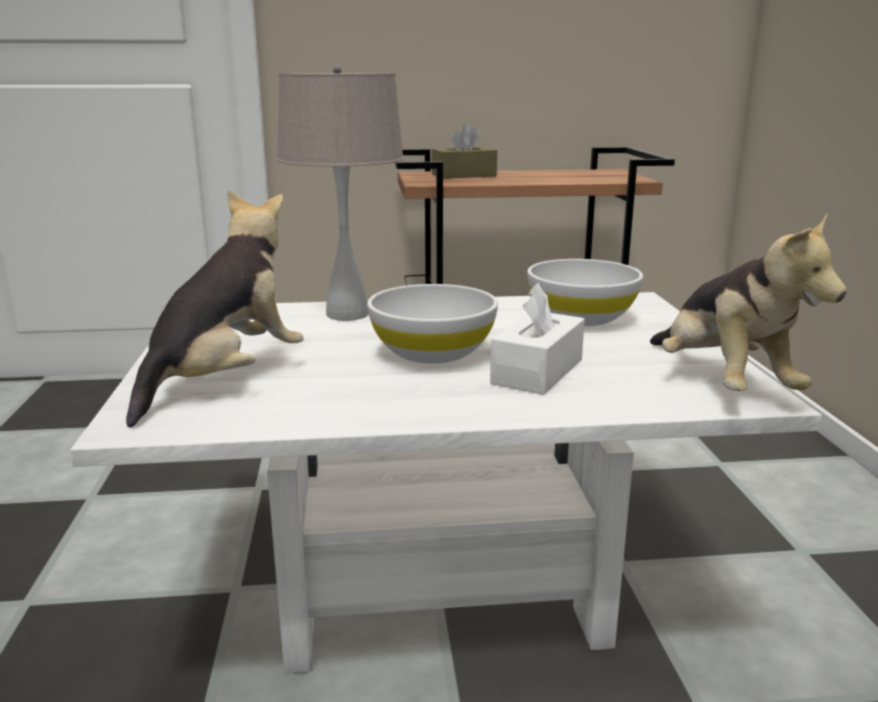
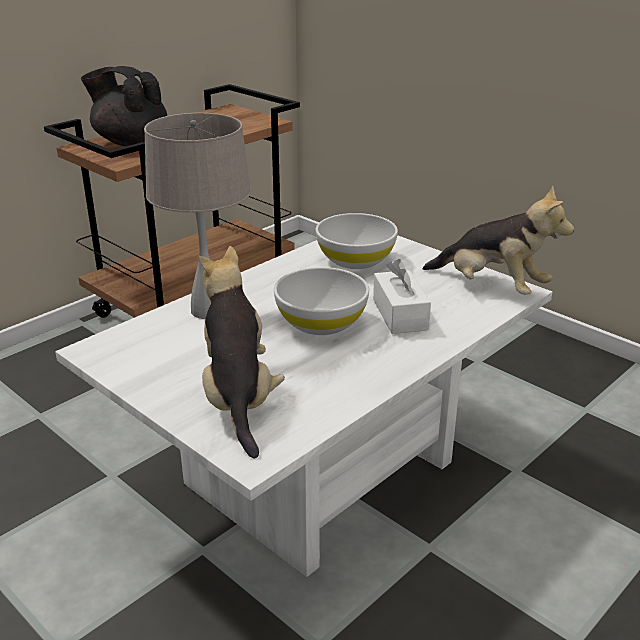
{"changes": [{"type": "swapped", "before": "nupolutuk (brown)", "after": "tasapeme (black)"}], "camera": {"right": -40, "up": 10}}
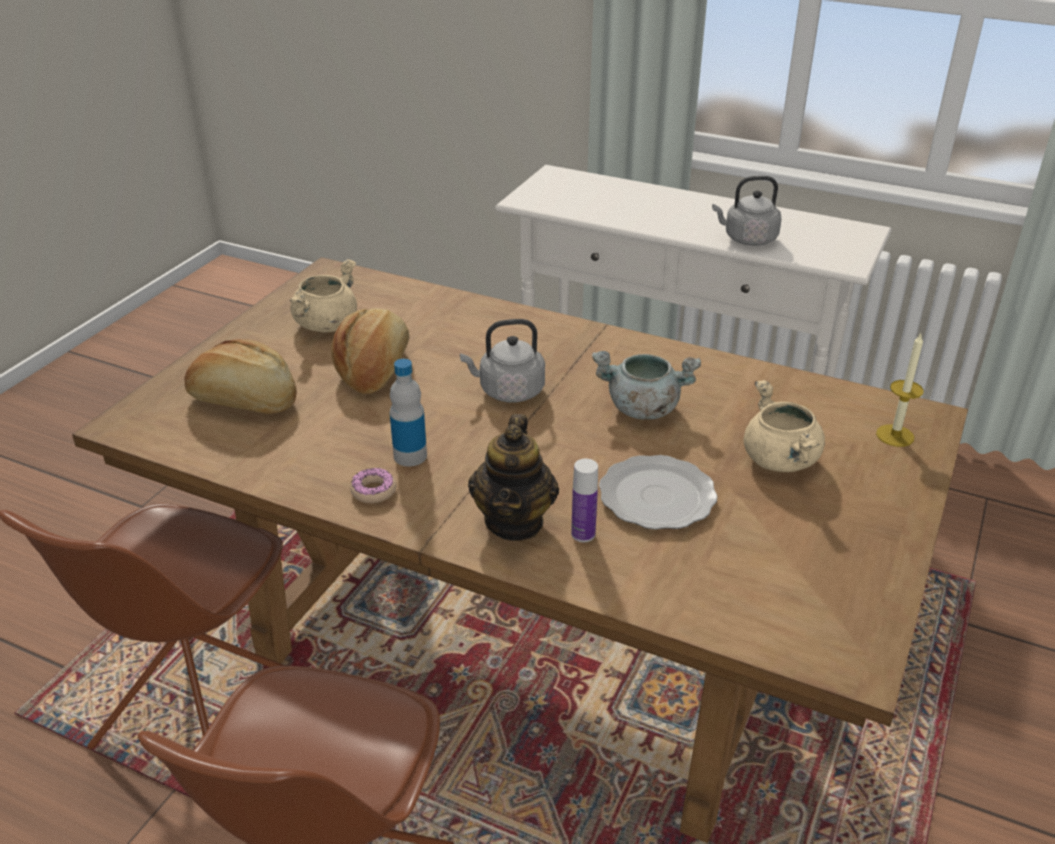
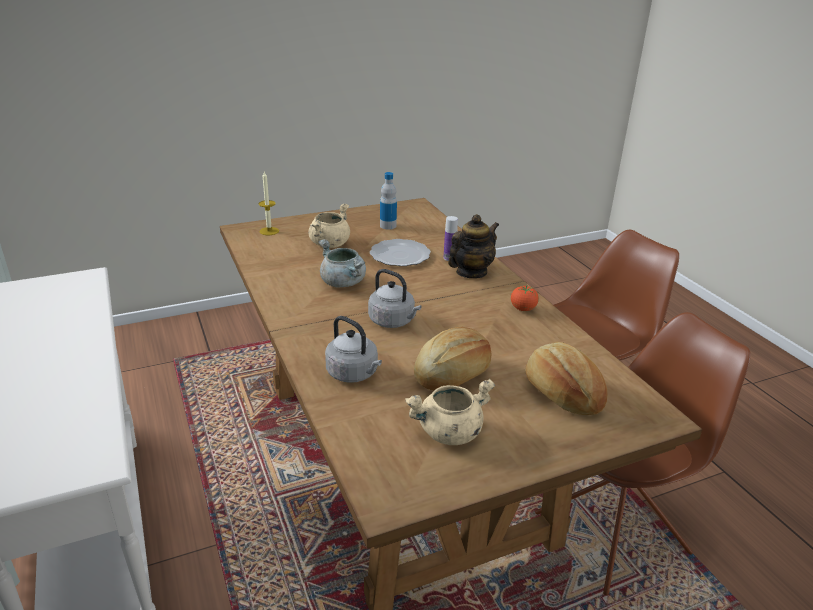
{"changes": [{"type": "shifted", "before": "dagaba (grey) (no. 2 from left in the first image)", "after": "dagaba (grey) (no. 1 from left)"}, {"type": "shifted", "before": "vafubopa (no. 1 from left)"}, {"type": "swapped", "before": "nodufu", "after": "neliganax"}], "camera": {"right": -140, "up": -5}}
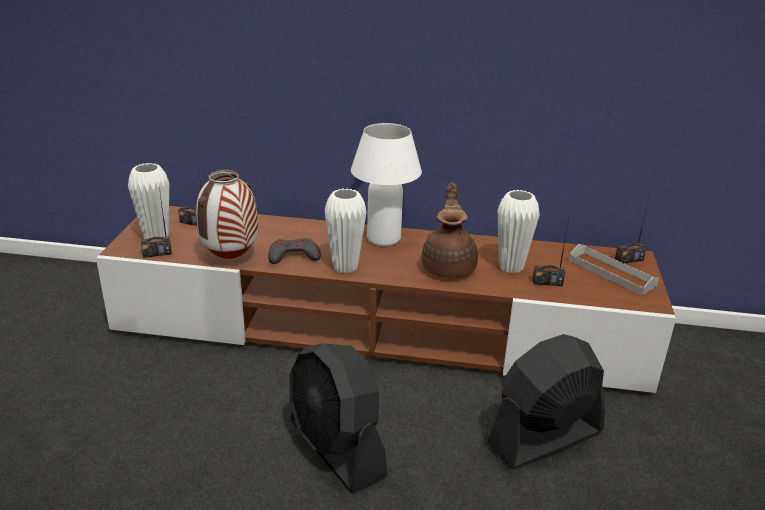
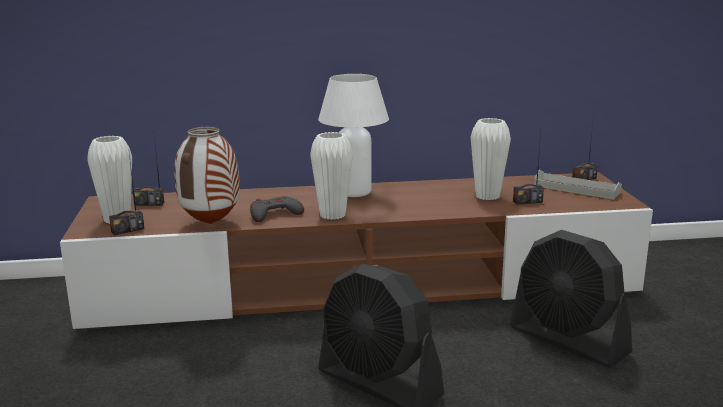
{"changes": [{"type": "rotated", "before": "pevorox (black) (no. 2 from left)", "turn": -90}, {"type": "gone", "before": "tasapeme (brown)"}], "camera": {"right": -15, "up": -10}}
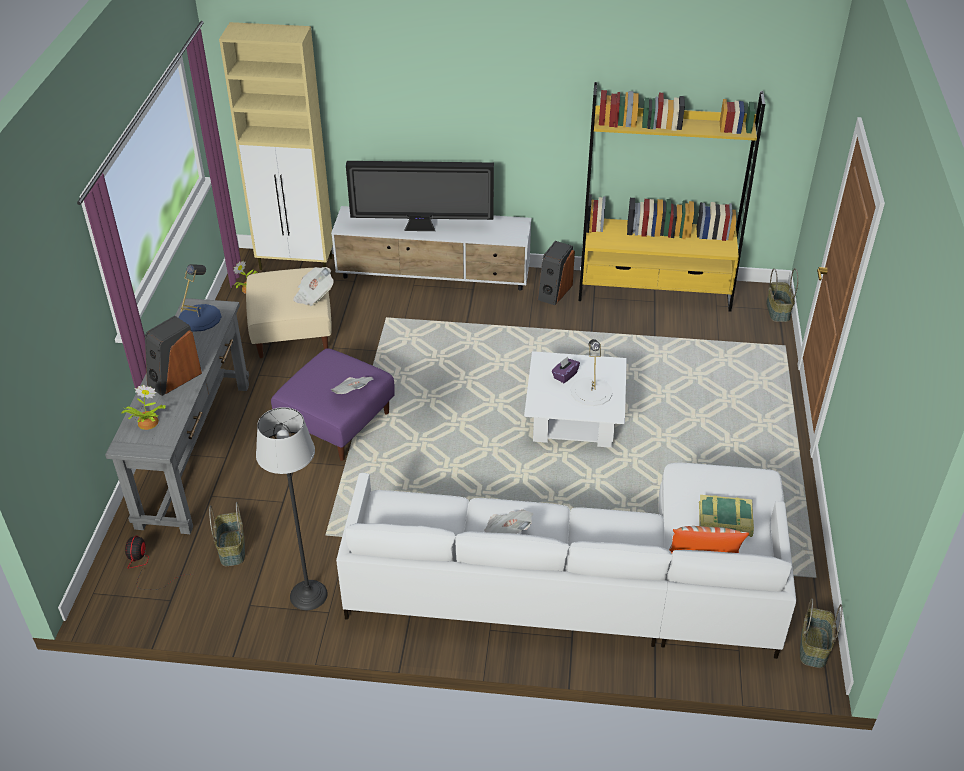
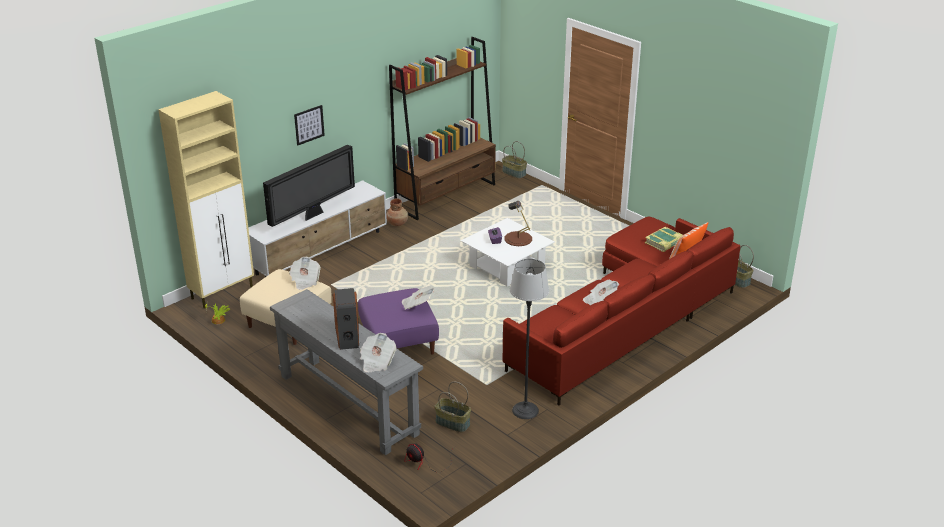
{"changes": [{"type": "new", "after": "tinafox"}, {"type": "swapped", "before": "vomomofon (no. 1 from left)", "after": "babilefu (no. 2 from left)"}, {"type": "swapped", "before": "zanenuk (no. 2 from left)", "after": "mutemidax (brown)"}, {"type": "repainted", "before": "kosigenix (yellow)", "after": "kosigenix (brown)"}, {"type": "repainted", "before": "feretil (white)", "after": "feretil (red)"}, {"type": "repainted", "before": "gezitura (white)", "after": "gezitura (brown)"}, {"type": "gone", "before": "gezitura (blue)"}], "camera": {"right": -50, "up": -10}}
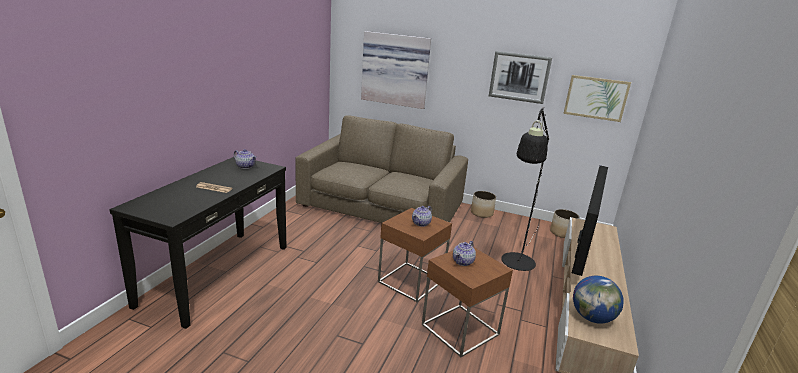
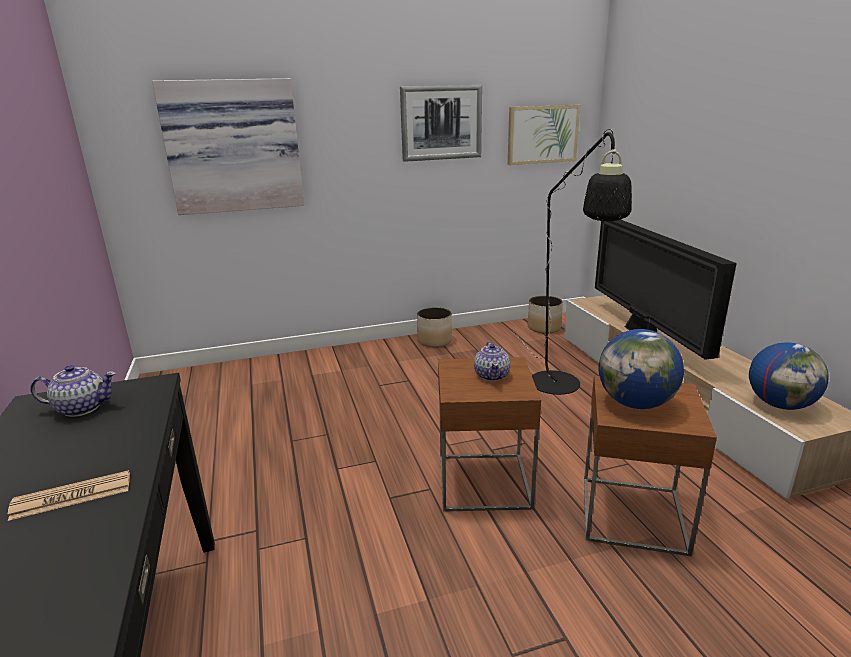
{"changes": [{"type": "swapped", "before": "tasapeme (no. 3 from left)", "after": "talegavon (no. 1 from left)"}, {"type": "gone", "before": "feretil (brown)"}], "camera": {"right": -35, "up": 0}}
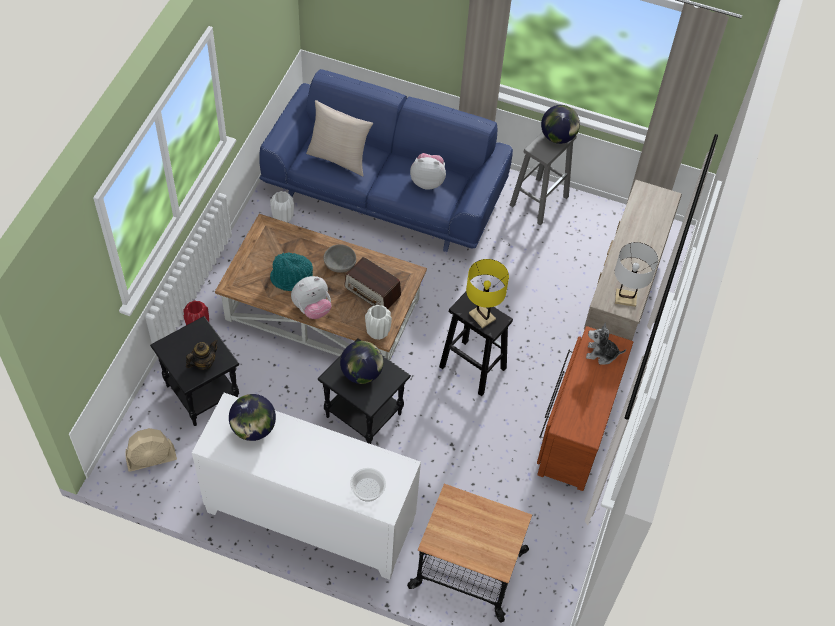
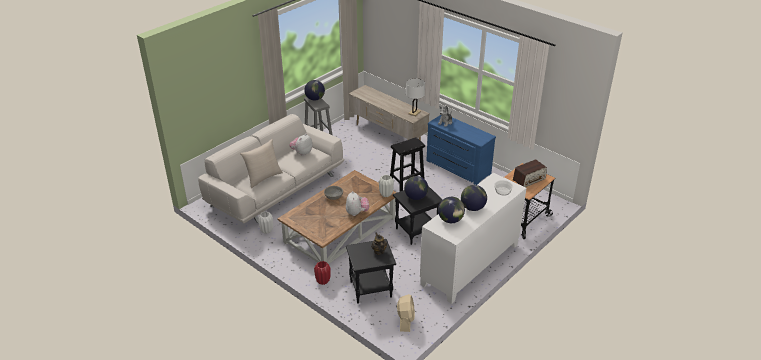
{"changes": [{"type": "repainted", "before": "feretil (blue)", "after": "feretil (white)"}, {"type": "repainted", "before": "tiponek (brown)", "after": "tiponek (blue)"}, {"type": "new", "after": "talegavon (no. 4 from left)"}, {"type": "shifted", "before": "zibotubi"}, {"type": "gone", "before": "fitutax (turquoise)"}, {"type": "gone", "before": "gezitura (yellow)"}], "camera": {"right": -65, "up": -20}}
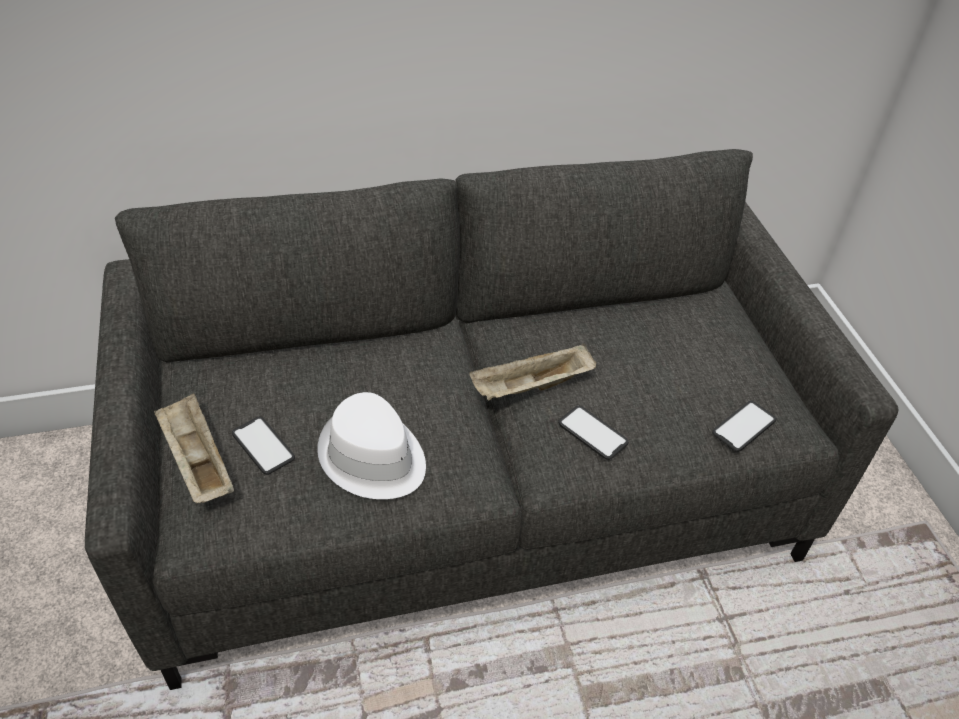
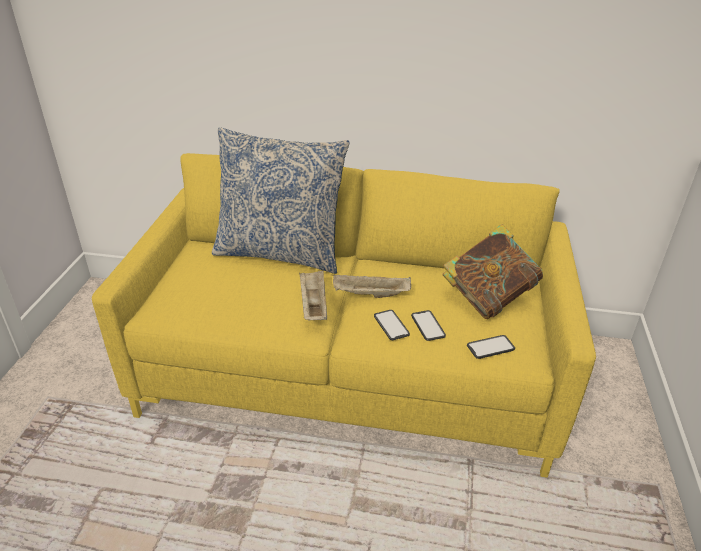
{"changes": [{"type": "repainted", "before": "feretil (grey)", "after": "feretil (yellow)"}, {"type": "new", "after": "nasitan"}, {"type": "shifted", "before": "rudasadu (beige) (no. 1 from left)"}, {"type": "shifted", "before": "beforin (no. 1 from left in the first image)", "after": "beforin (no. 2 from left)"}, {"type": "new", "after": "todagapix"}, {"type": "gone", "before": "fitutax (white)"}], "camera": {"right": 25, "up": -10}}
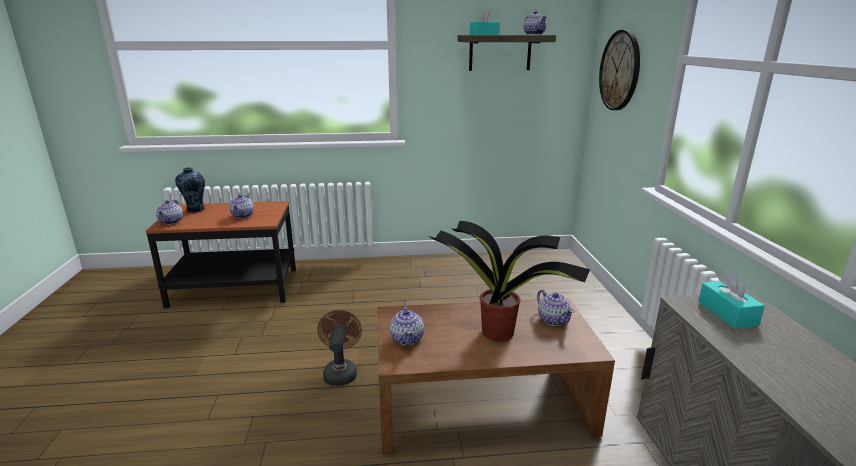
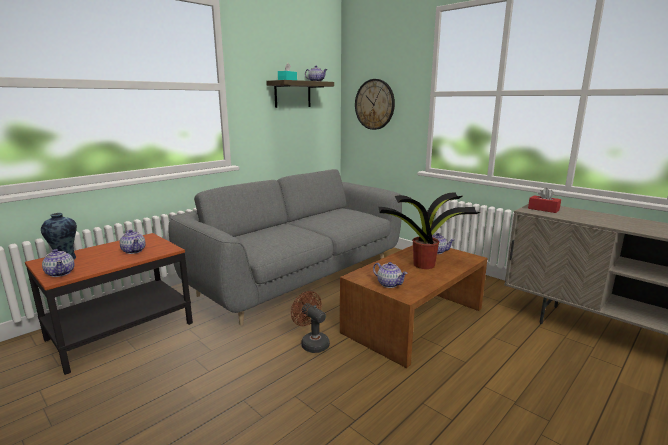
{"changes": [{"type": "new", "after": "feretil (grey)"}, {"type": "repainted", "before": "nupolutuk (turquoise) (no. 2 from left)", "after": "nupolutuk (red)"}], "camera": {"right": -40, "up": -5}}
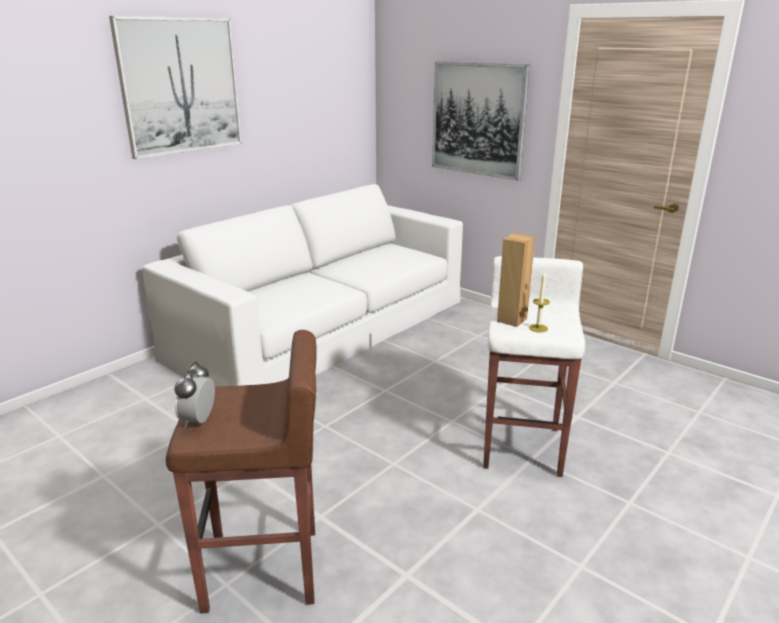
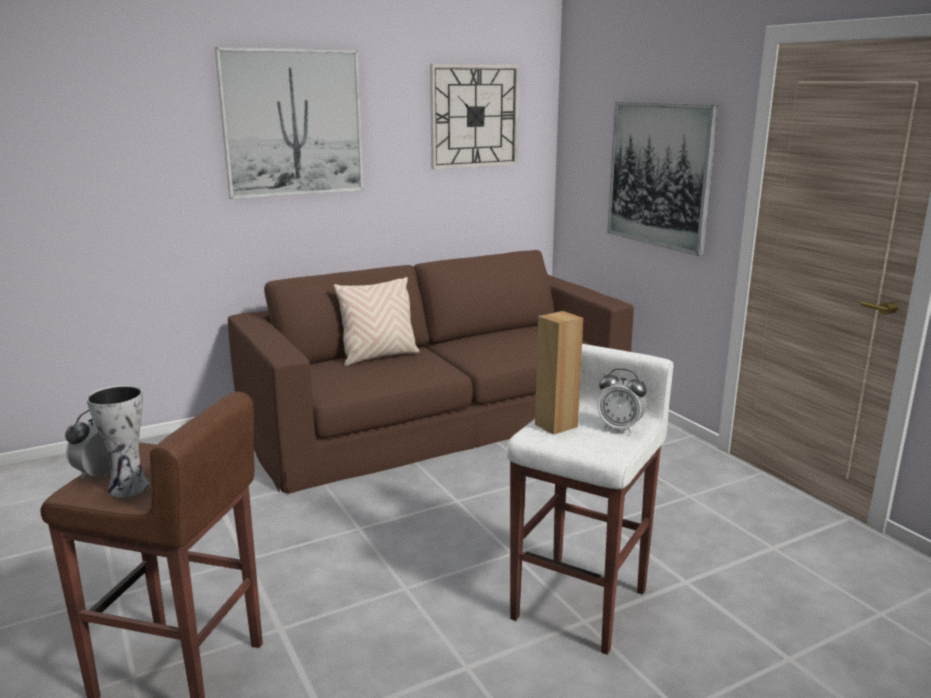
{"changes": [{"type": "new", "after": "mutemidax"}, {"type": "repainted", "before": "feretil (white)", "after": "feretil (brown)"}, {"type": "new", "after": "nasitan (beige)"}, {"type": "new", "after": "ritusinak"}, {"type": "new", "after": "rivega (no. 2 from left)"}, {"type": "gone", "before": "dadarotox"}], "camera": {"right": 20, "up": -5}}
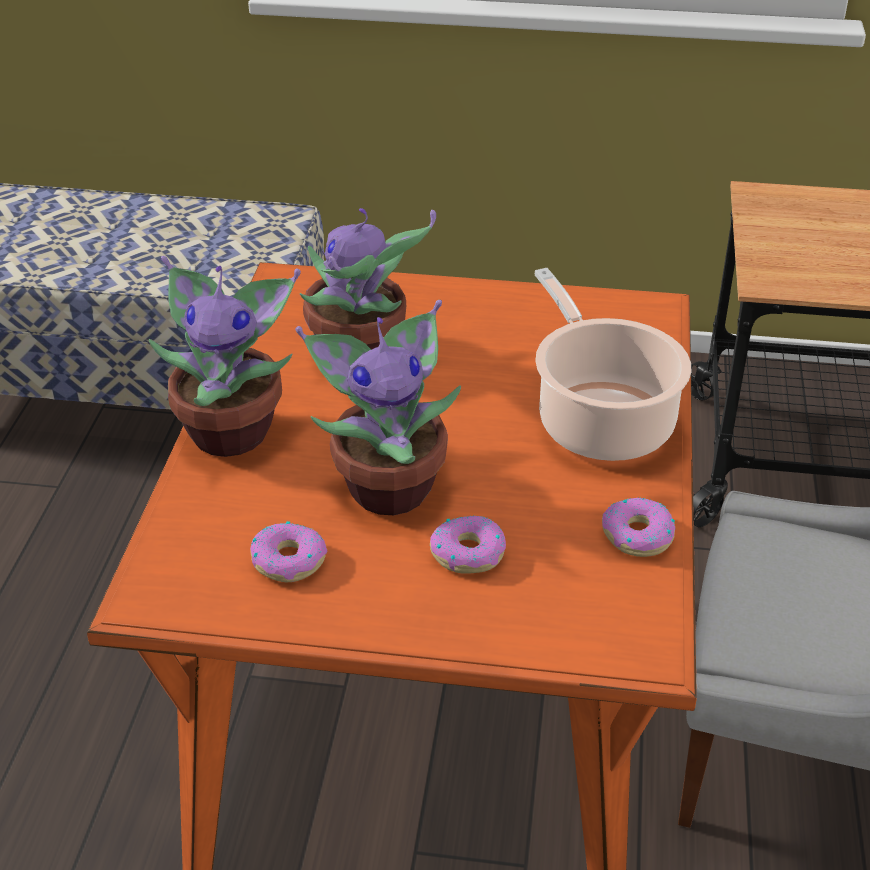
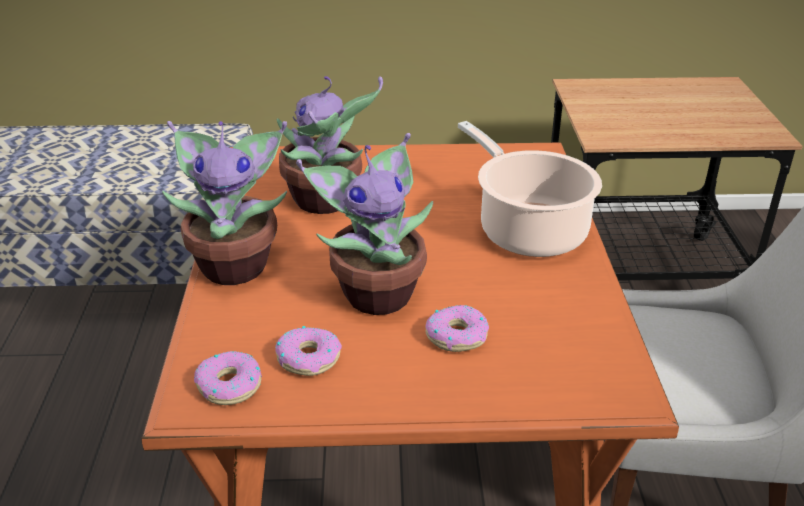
{"changes": [{"type": "shifted", "before": "nodufu (no. 3 from left in the first image)", "after": "nodufu (no. 1 from left)"}], "camera": {"right": -10, "up": -5}}
